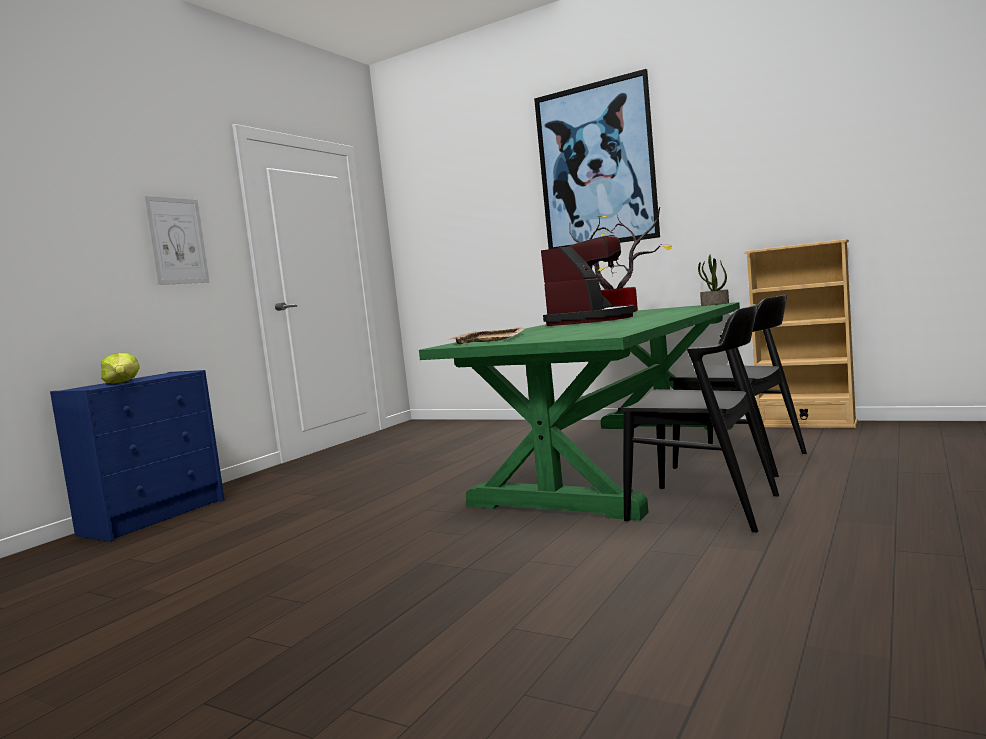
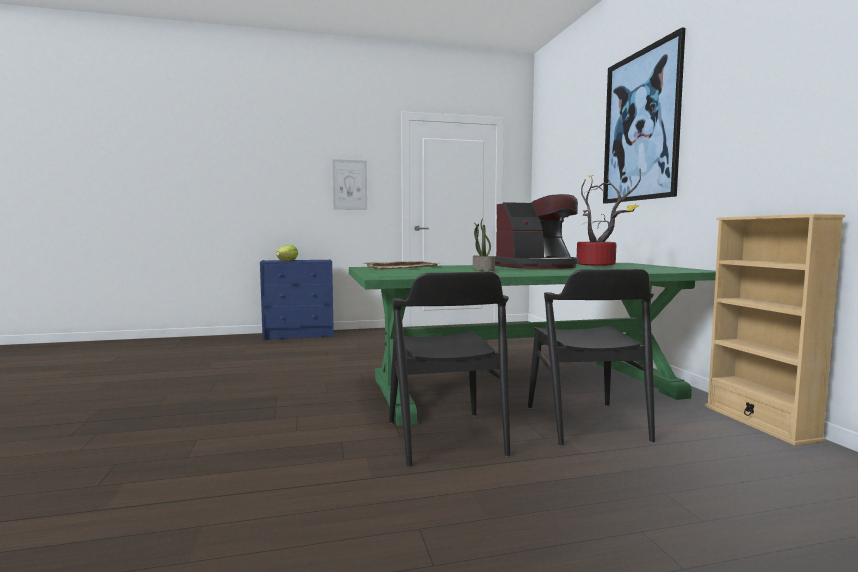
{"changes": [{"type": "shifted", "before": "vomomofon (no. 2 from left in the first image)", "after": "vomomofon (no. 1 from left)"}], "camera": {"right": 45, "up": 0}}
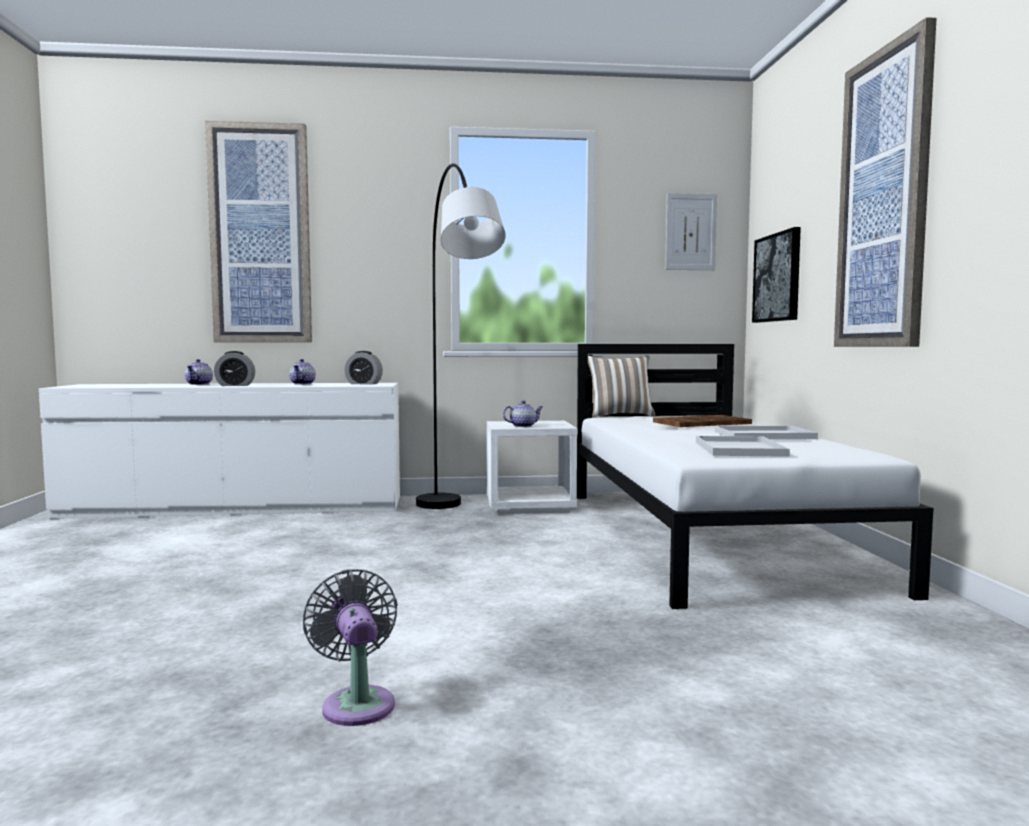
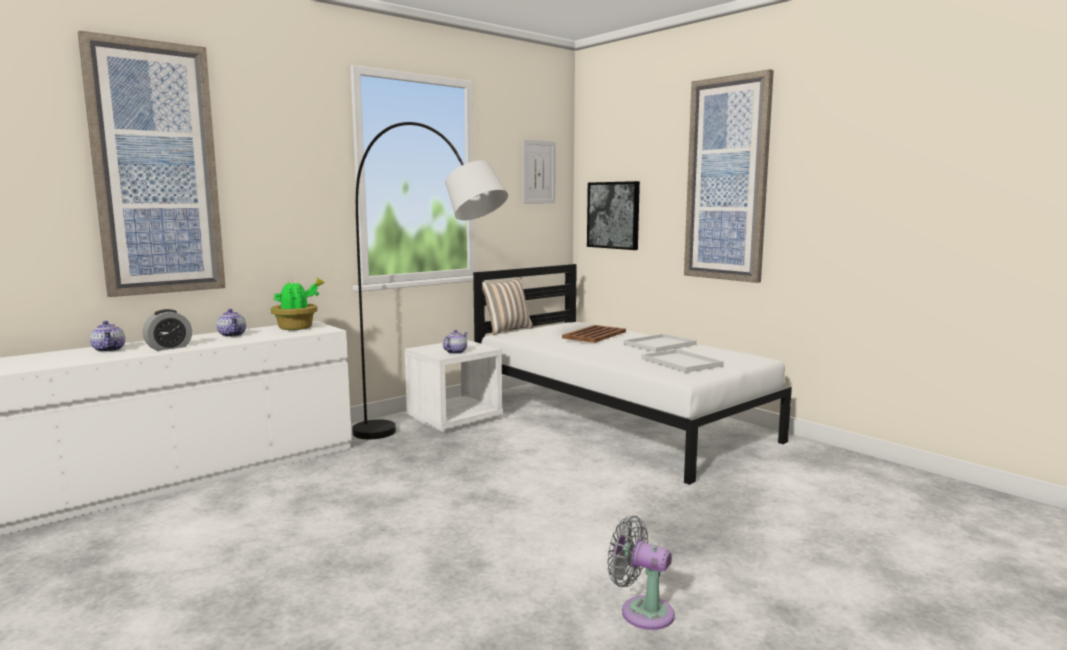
{"changes": [{"type": "swapped", "before": "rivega (no. 2 from left)", "after": "vomomofon"}], "camera": {"right": -35, "up": 5}}
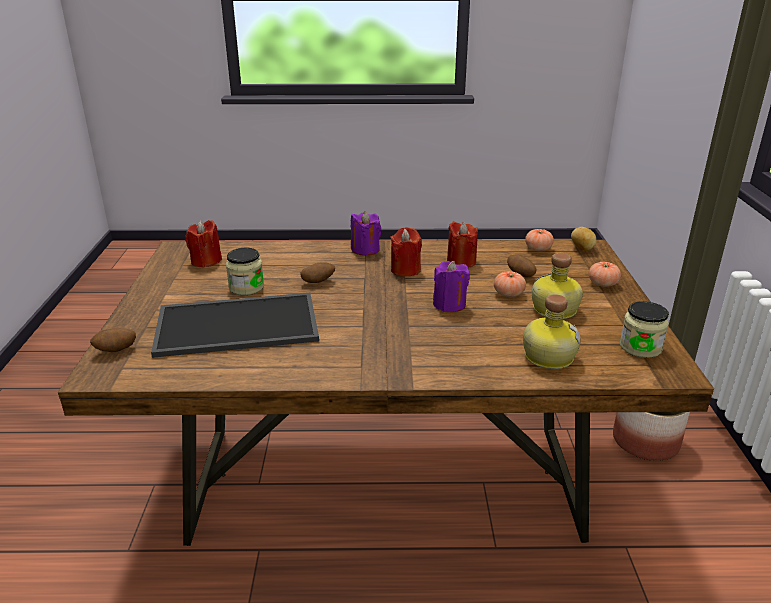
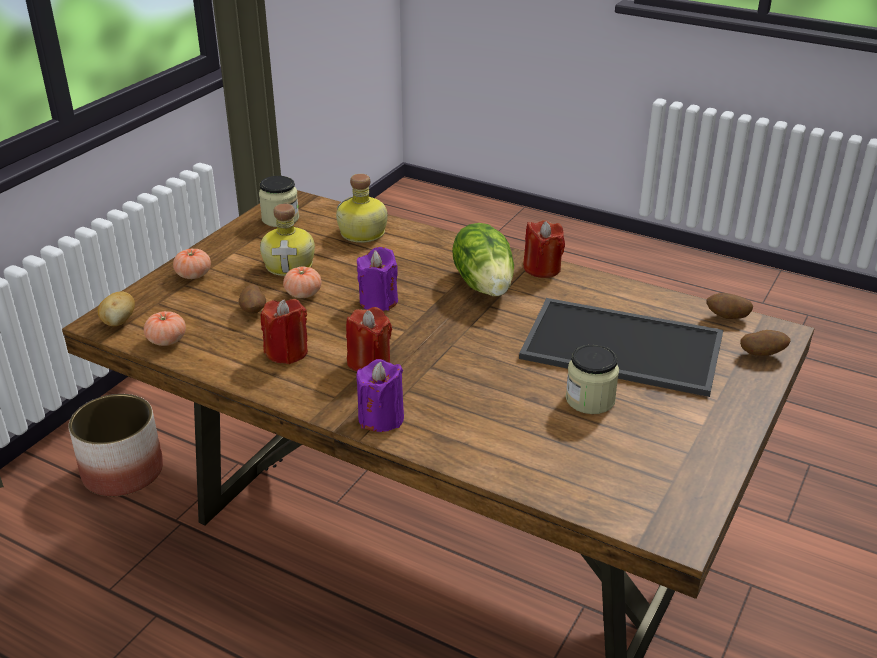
{"changes": [{"type": "new", "after": "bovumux"}, {"type": "shifted", "before": "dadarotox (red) (no. 1 from left in the first image)", "after": "dadarotox (red) (no. 3 from left)"}, {"type": "shifted", "before": "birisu (no. 2 from left in the first image)", "after": "birisu (no. 3 from left)"}], "camera": {"right": -150, "up": 5}}
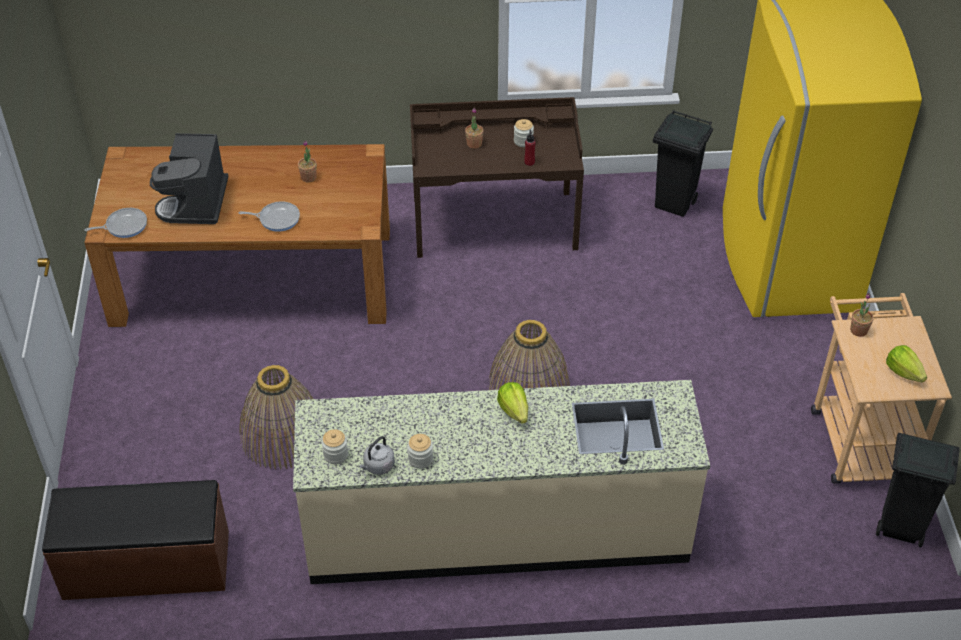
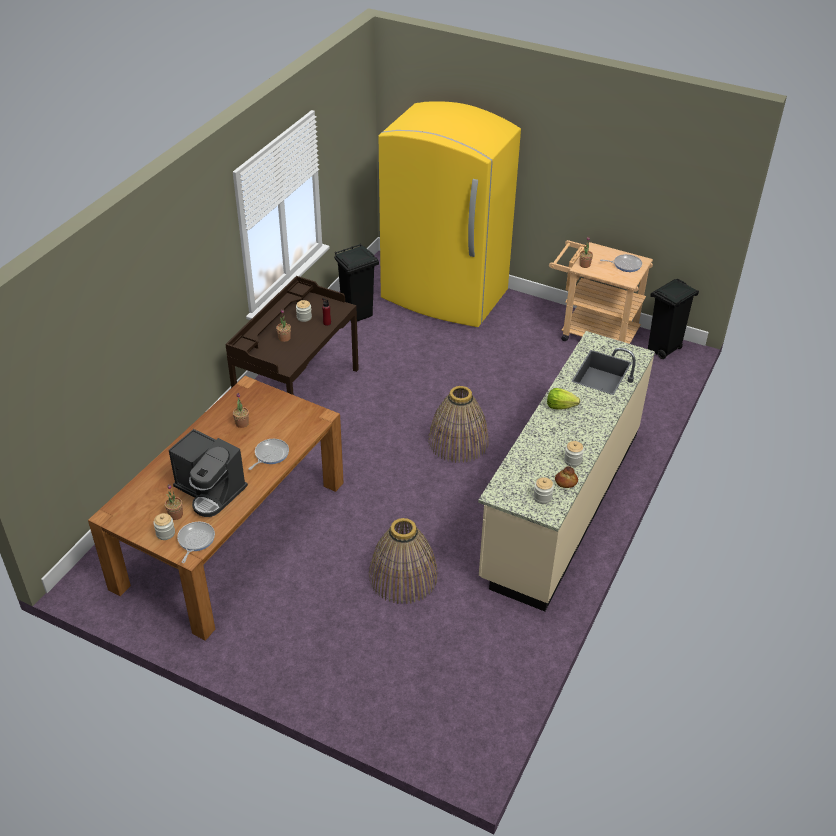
{"changes": [{"type": "new", "after": "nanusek (no. 1 from left)"}, {"type": "new", "after": "vomomofon (no. 1 from left)"}, {"type": "swapped", "before": "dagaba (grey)", "after": "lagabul"}, {"type": "swapped", "before": "bovumux (no. 2 from left)", "after": "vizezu (no. 3 from left)"}, {"type": "gone", "before": "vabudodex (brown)"}], "camera": {"right": -60, "up": -5}}
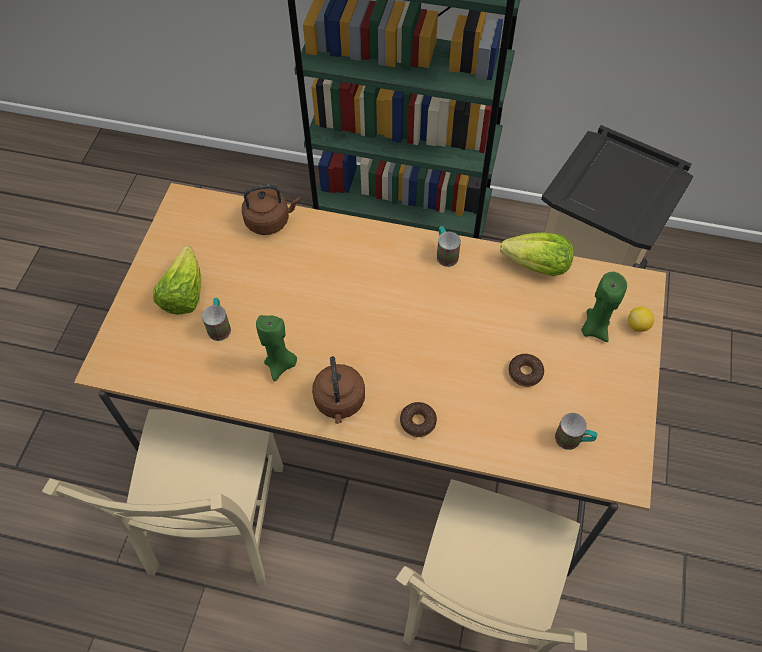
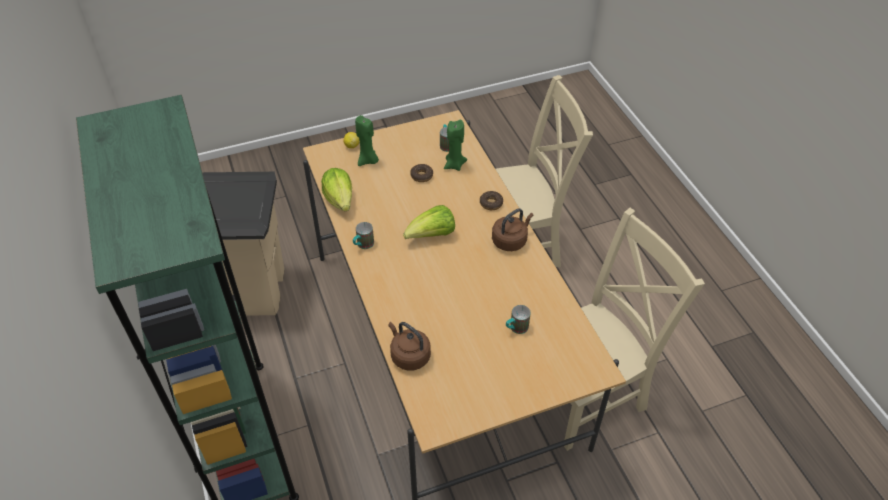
{"changes": [{"type": "shifted", "before": "bovumux (no. 1 from left in the first image)", "after": "bovumux (no. 2 from left)"}, {"type": "shifted", "before": "dadarotox (green) (no. 1 from left in the first image)", "after": "dadarotox (green) (no. 2 from left)"}], "camera": {"right": -125, "up": -10}}
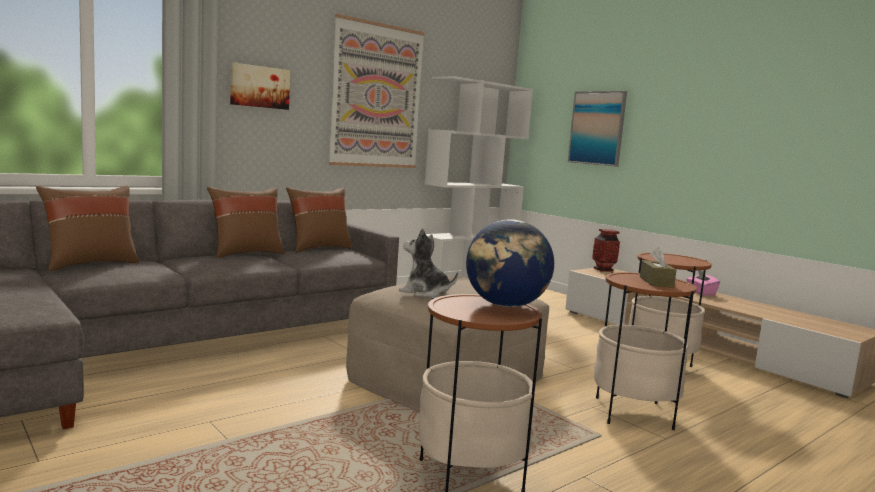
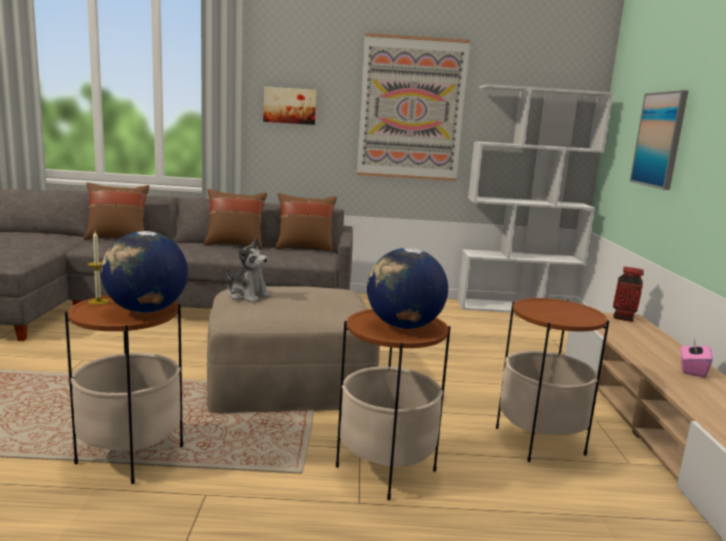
{"changes": [{"type": "new", "after": "dadarotox"}, {"type": "rotated", "before": "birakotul", "turn": 150}, {"type": "swapped", "before": "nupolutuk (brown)", "after": "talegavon (no. 2 from left)"}], "camera": {"right": 40, "up": 5}}
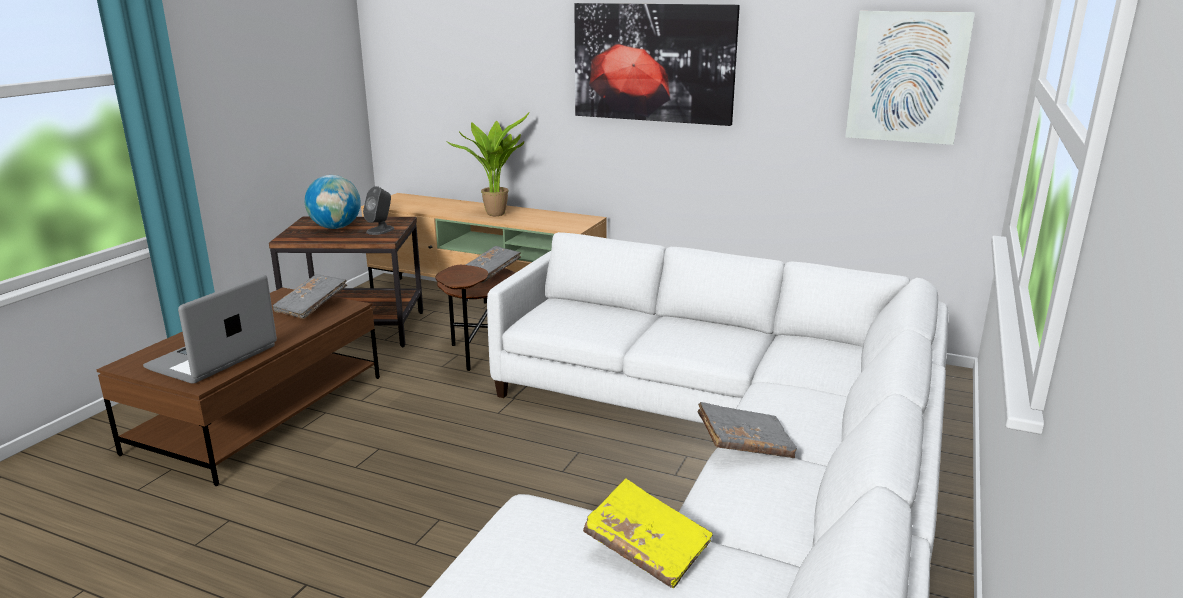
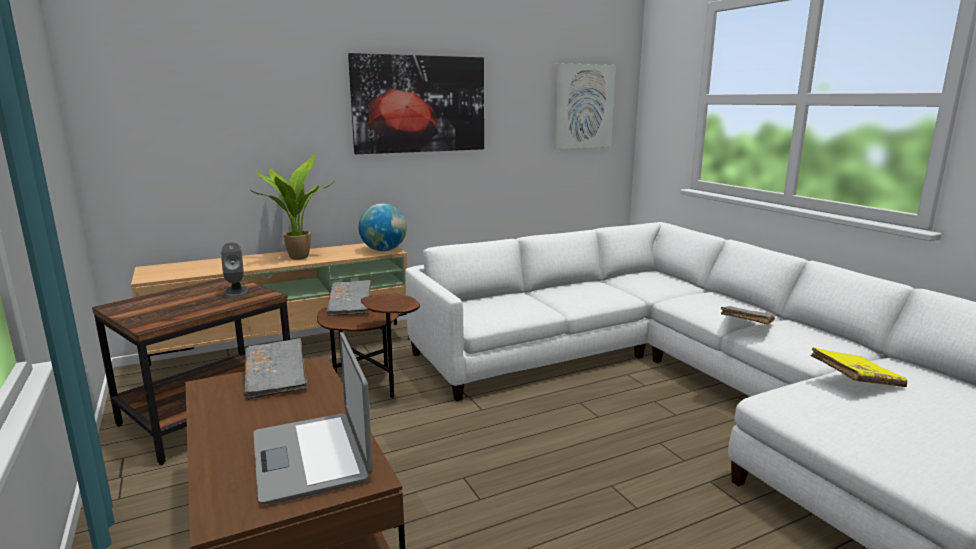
{"changes": [{"type": "shifted", "before": "talegavon"}], "camera": {"right": -50, "up": -5}}
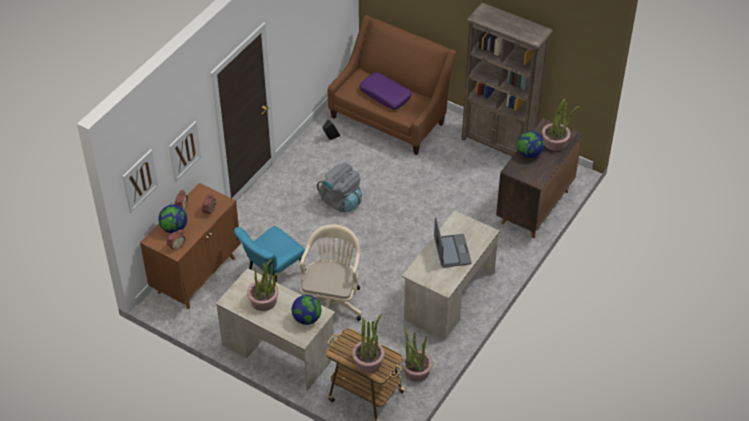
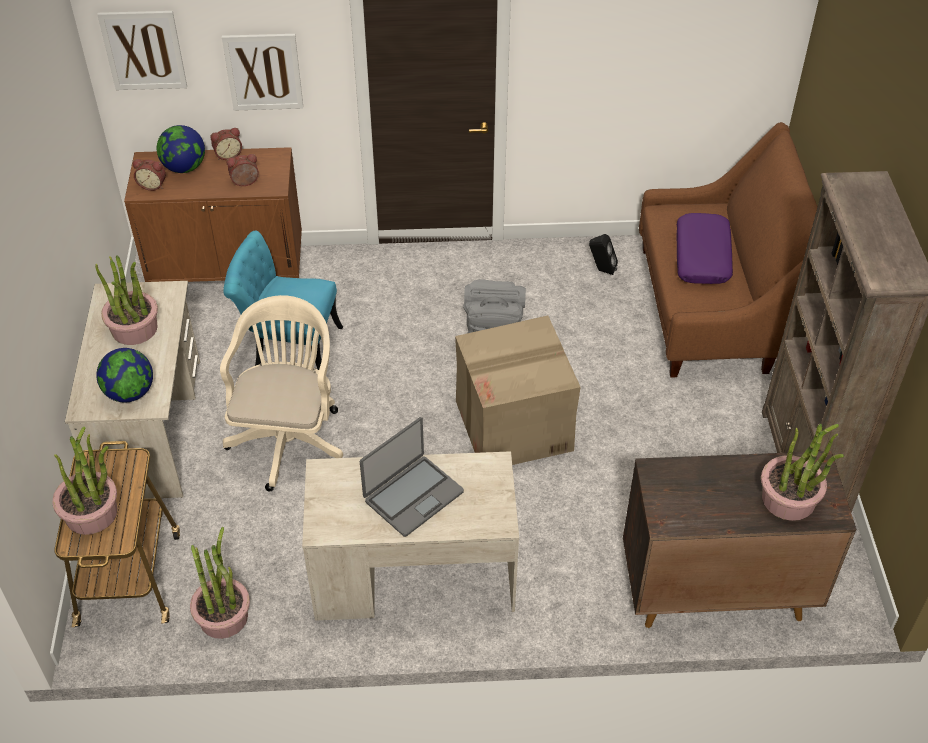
{"changes": [{"type": "rotated", "before": "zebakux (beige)", "turn": -60}, {"type": "new", "after": "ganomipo"}, {"type": "gone", "before": "talegavon (no. 3 from left)"}], "camera": {"right": 55, "up": 0}}
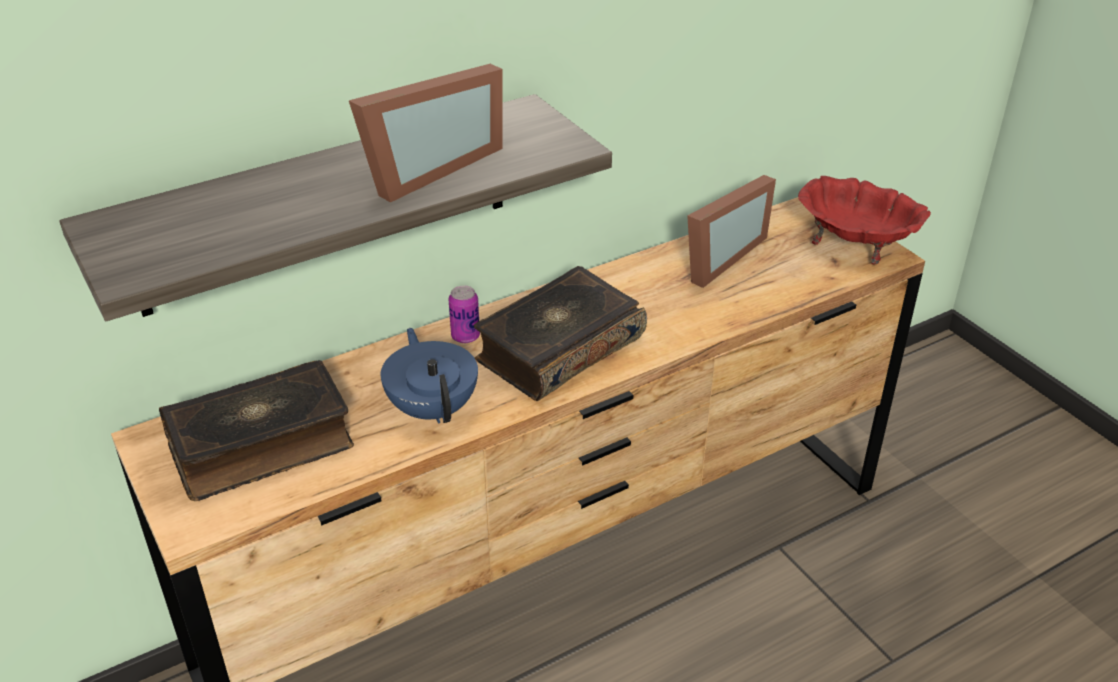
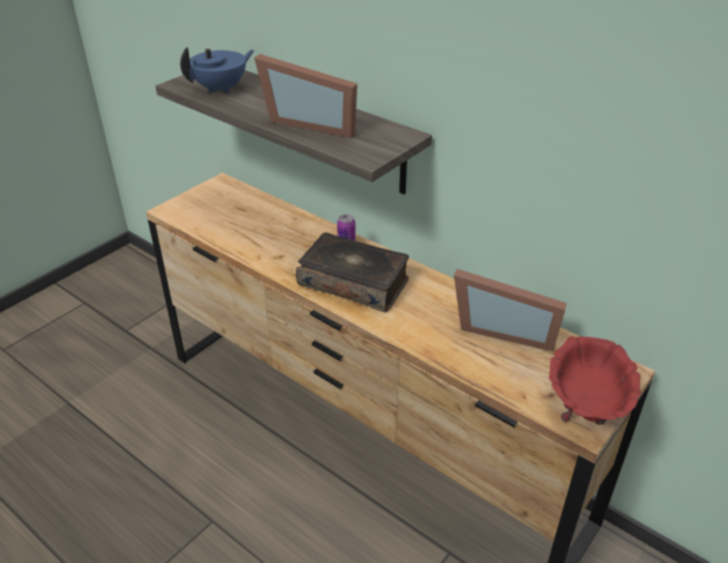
{"changes": [{"type": "shifted", "before": "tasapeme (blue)"}, {"type": "gone", "before": "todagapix (no. 1 from left)"}], "camera": {"right": 70, "up": 0}}
